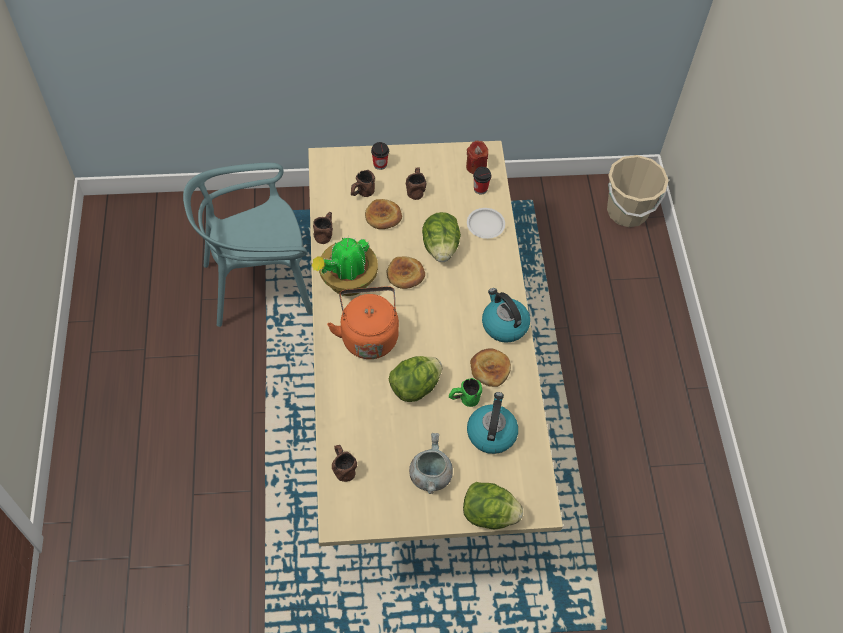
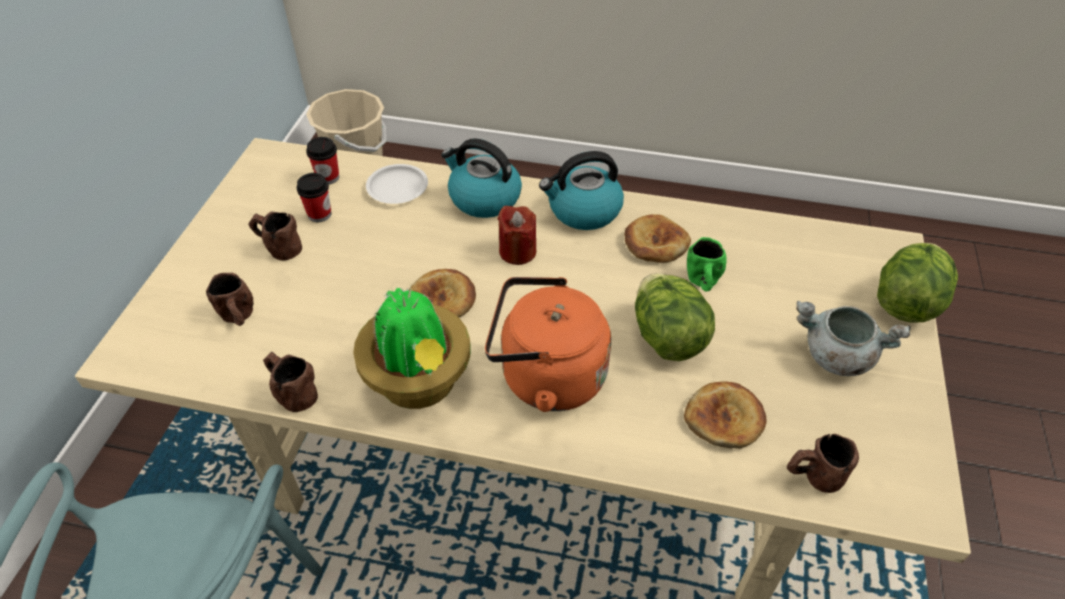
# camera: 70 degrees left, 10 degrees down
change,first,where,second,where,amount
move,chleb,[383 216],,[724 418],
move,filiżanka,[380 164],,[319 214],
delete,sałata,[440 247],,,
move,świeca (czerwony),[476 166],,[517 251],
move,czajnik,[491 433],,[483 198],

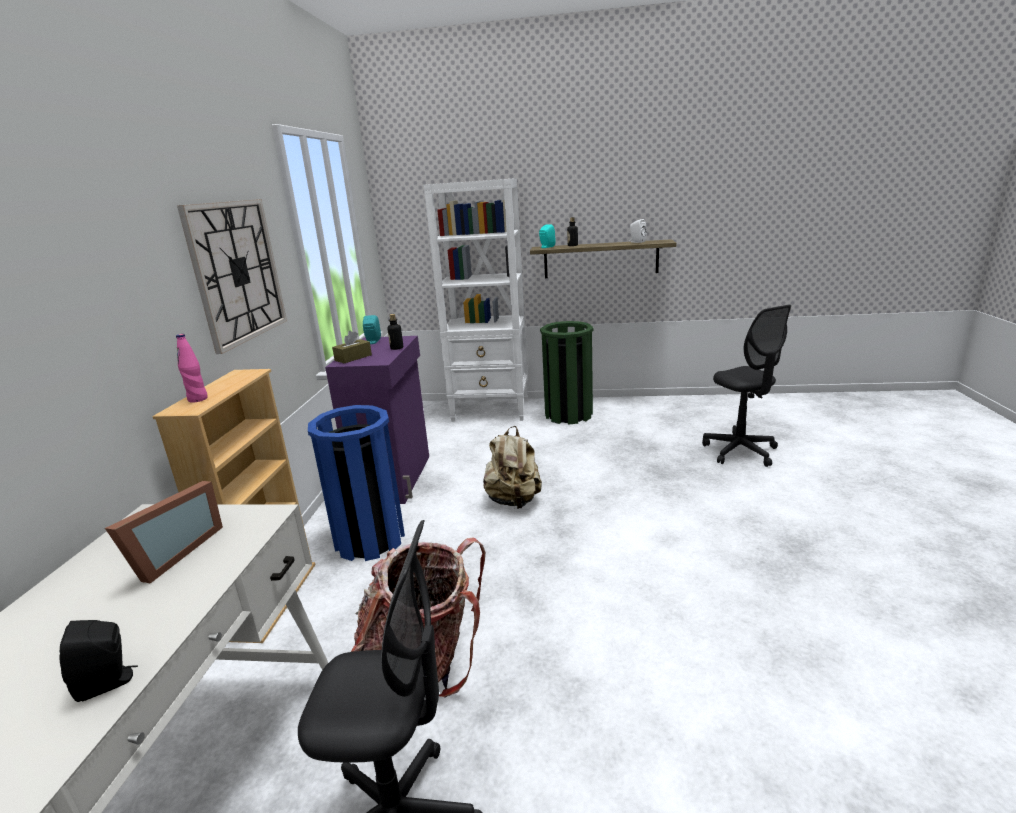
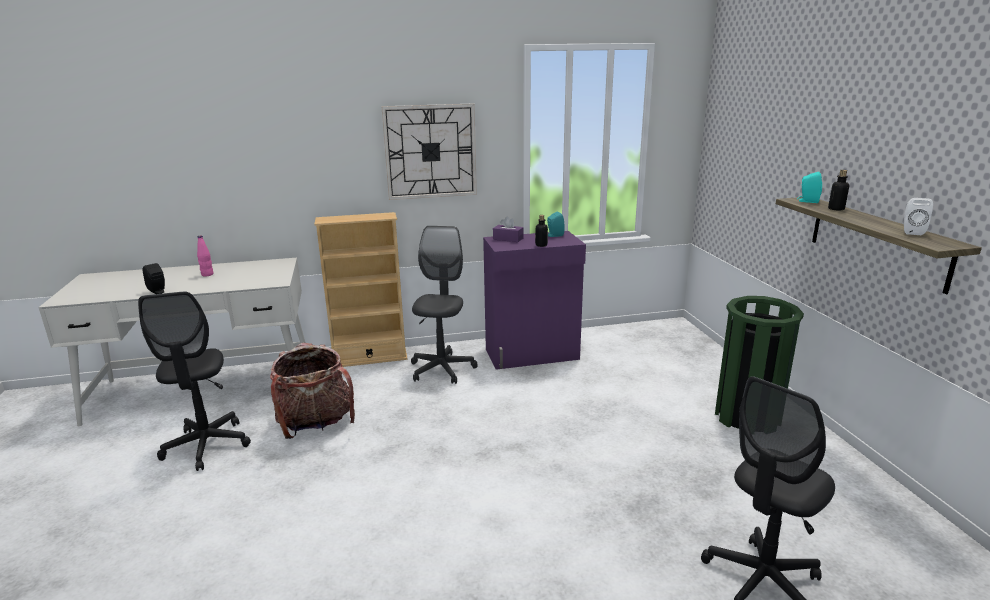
# camera: 70 degrees right, 0 degrees up
change,first,where,second,where,amount
delete,ramka na zdjęcie,[172 554],,,
move,butelka (różowy),[198 399],,[207 274],
replace,kosz na śmieci (niebieski),[370 539],krzesło biurowe (szary),[442 369],
recolor,pudełko chusteczek (brązowy),[353 358],pudełko chusteczek (fioletowy),[508 239],
delete,regał (biały),[491 410],,,
delete,plecak (beżowy),[514 501],,,

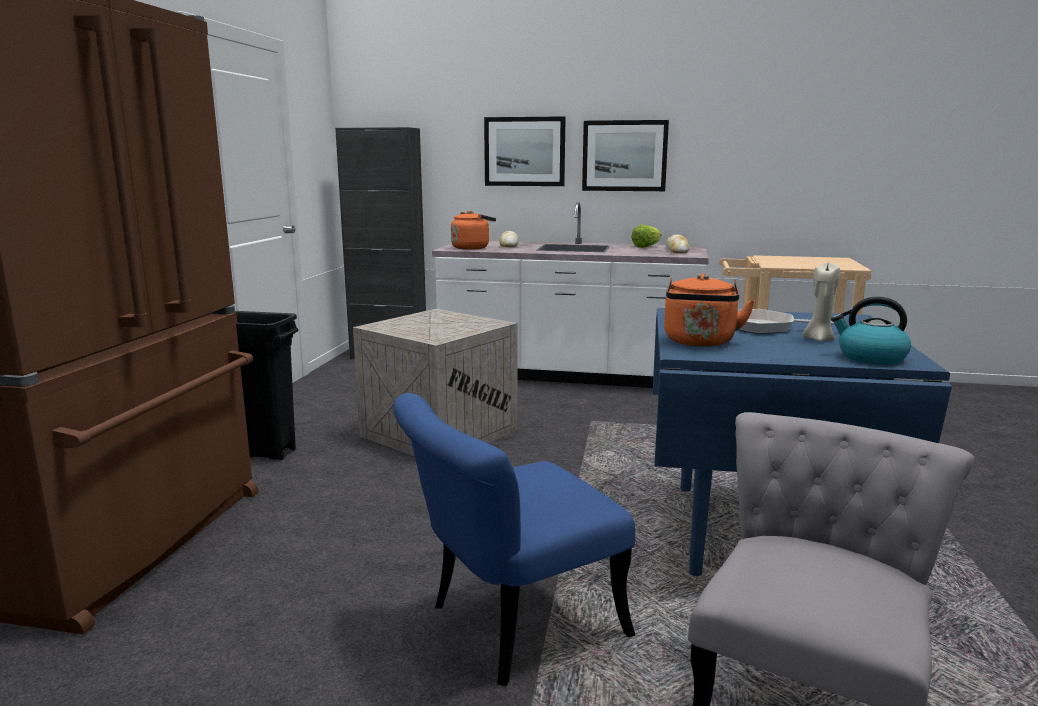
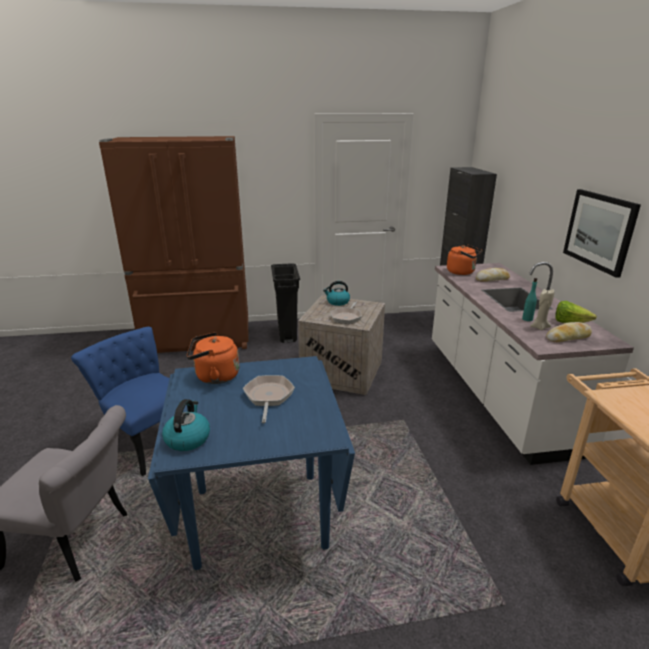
# camera: 70 degrees right, 10 degrees up
change,first,where,second,where,amount
delete,obraz,[524 151],,,
move,świeca (beżowy),[818 339],,[539 327],
insert,,,czajnik,[337 302],
insert,,,patelnia,[346 317],
insert,,,butelka (turkusowy),[527 319],

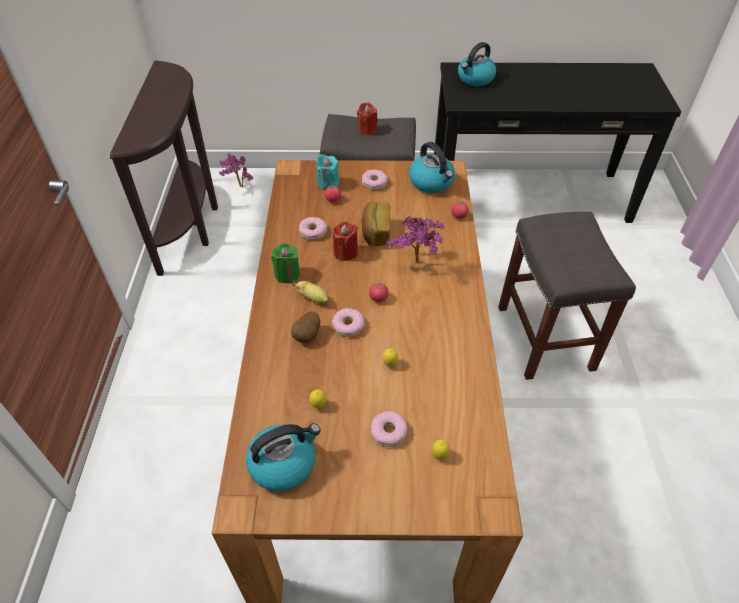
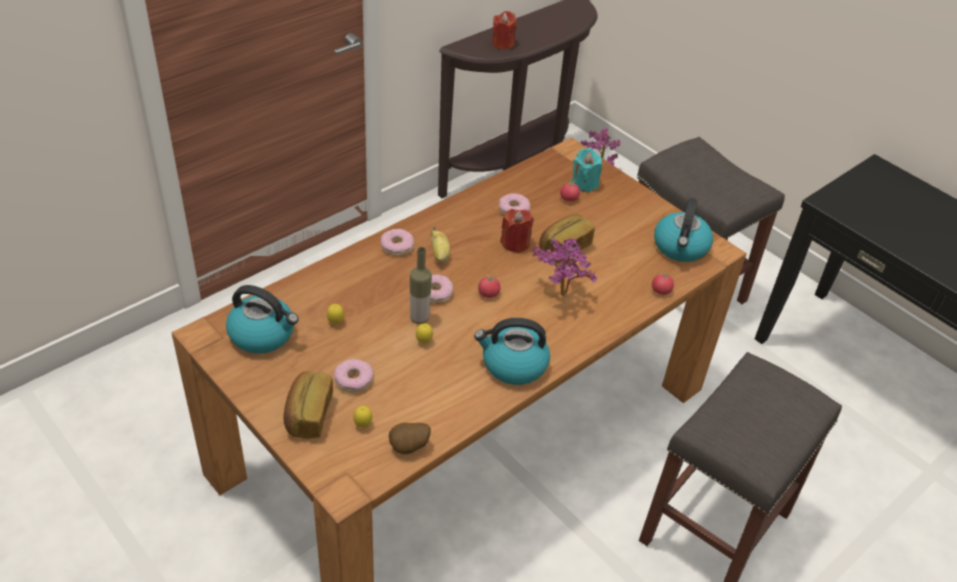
# camera: 45 degrees right, 5 degrees down
change,first,where,second,where,amount
delete,świeca (zielony),[287 274],,,
move,ziemniak,[308 336],,[409 448],
move,świeca (czerwony),[367 129],,[503 43],
move,donut,[374 183],,[397 246],
move,czajnik,[475 79],,[513 365],
insert,,,chleb,[308 415],
insert,,,butelka,[419 318],

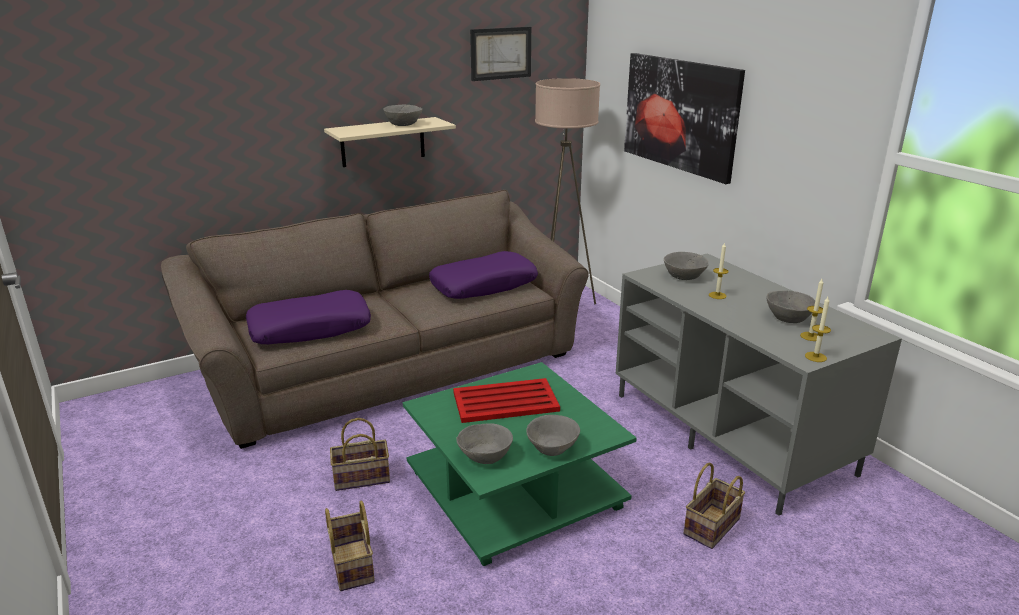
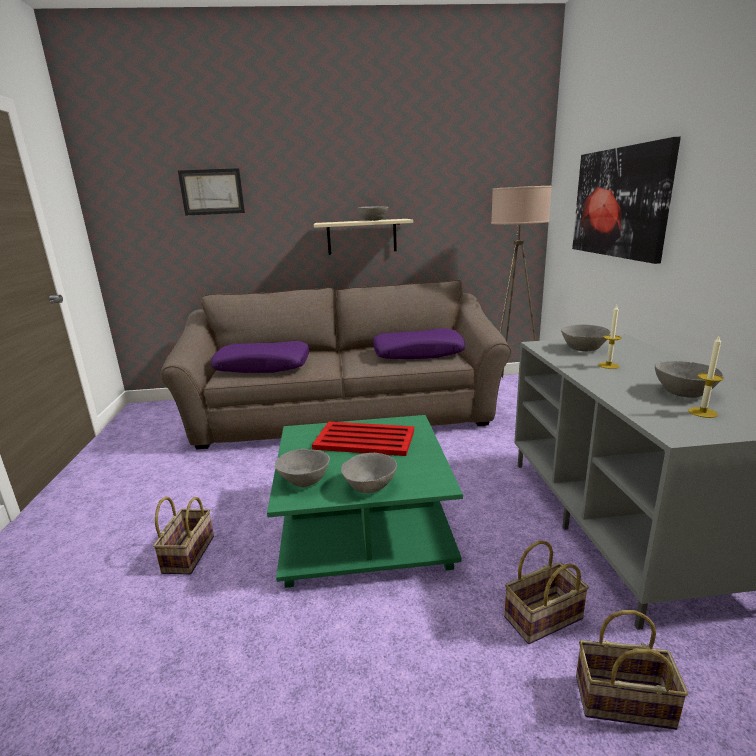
# camera: 25 degrees right, 5 degrees down
change,first,where,second,where,amount
move,koszyk,[360 479],,[621 703],
move,obraz,[500 53],,[212 192],
delete,świeca,[815 357],,,

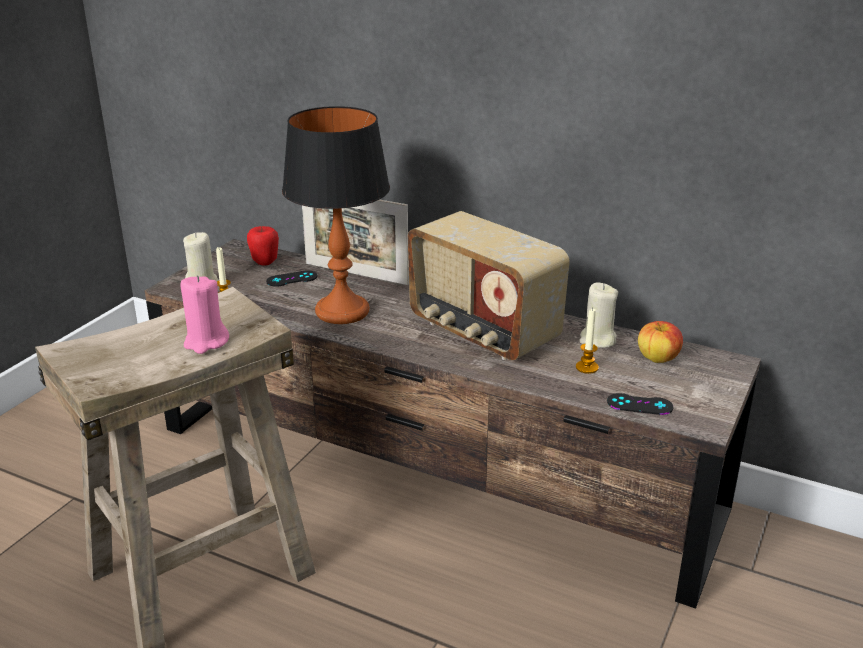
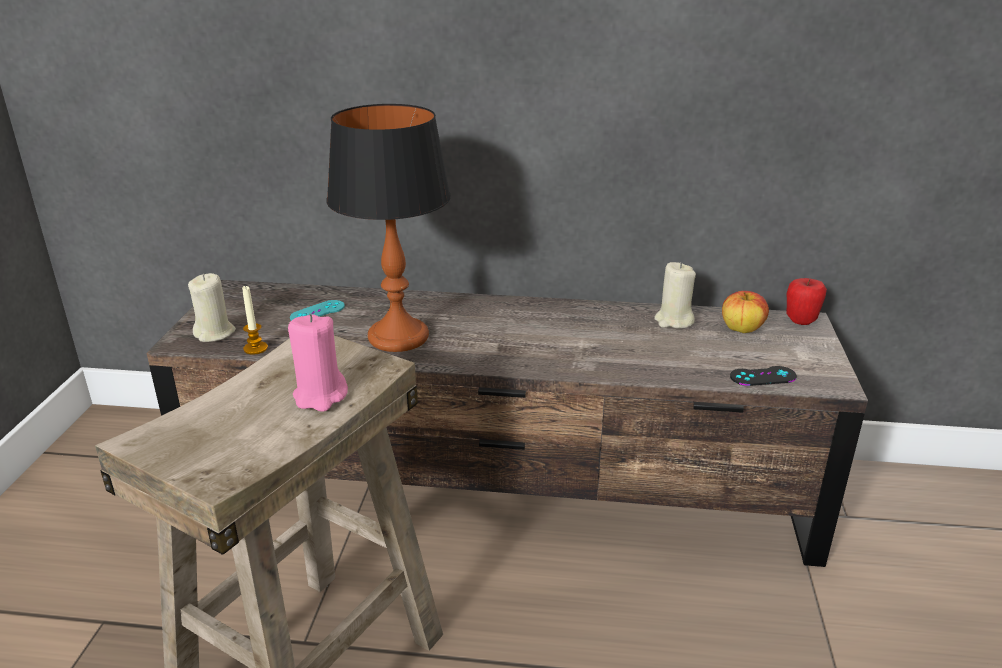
# camera: 20 degrees left, 0 degrees up
change,first,where,second,where,amount
move,jabłko,[265 262],,[800 320],
recolor,pad do gier (czarny),[292 279],pad do gier (turkusowy),[317 312],
delete,ramka na zdjęcie,[356 274],,,
delete,radio,[482 332],,,
delete,świeca,[587 367],,,

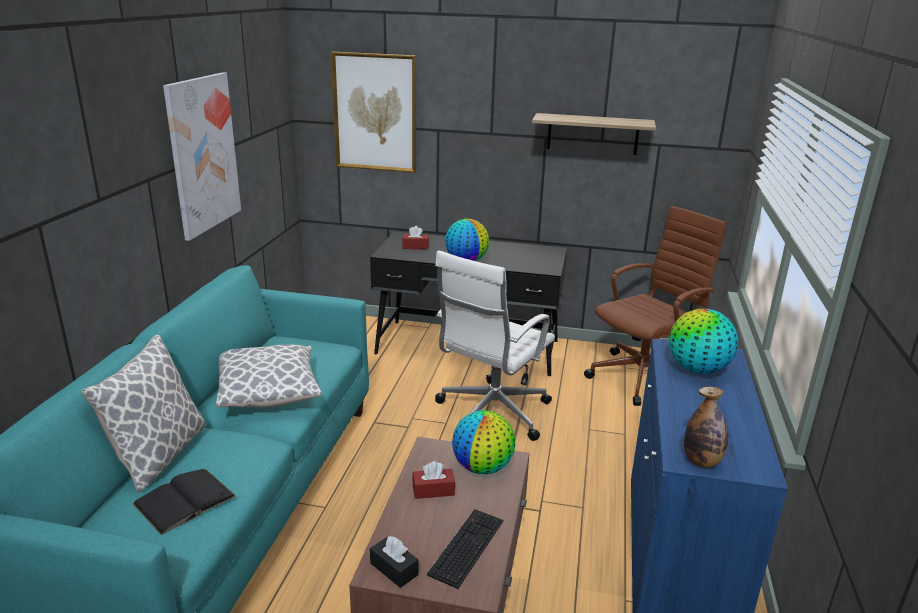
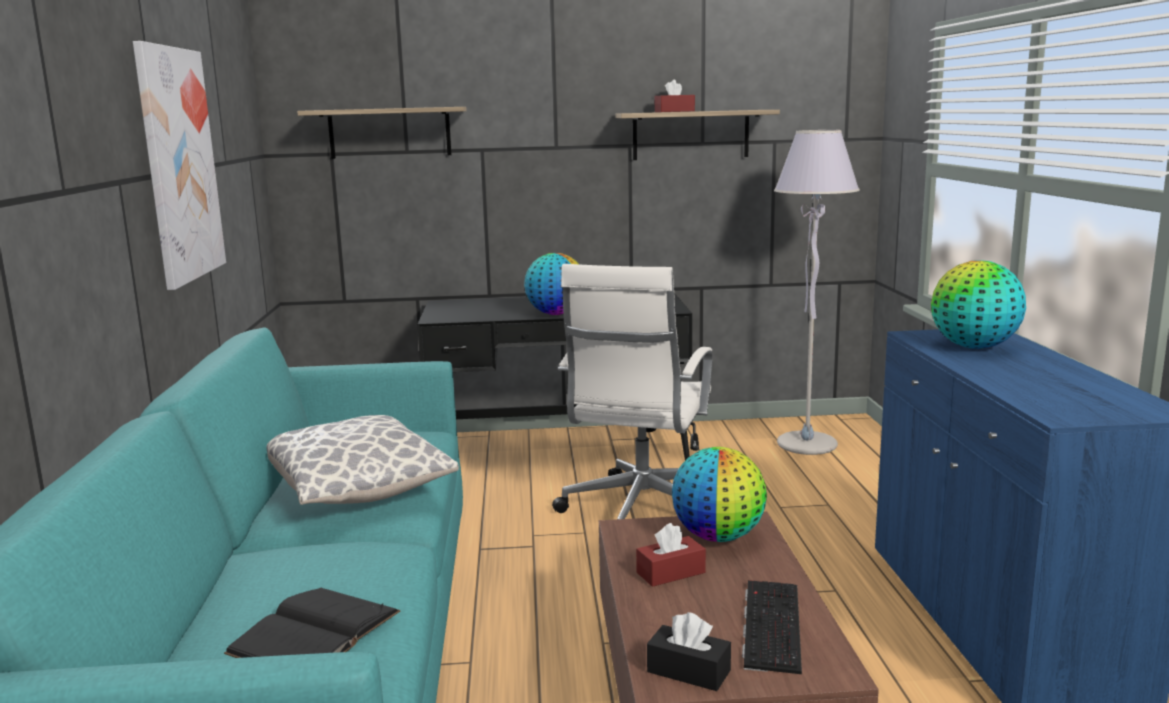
# camera: 15 degrees left, 10 degrees down
change,first,where,second,where,amount
delete,poduszka,[158 455],,,
replace,obraz,[375 112],półka,[390 133],
move,pudełko chusteczek (czerwony),[415 246],,[674 111],
replace,krzesło biurowe (brązowy),[644 377],lampa stojąca (szary),[807 445],
delete,butelka,[702 461],,,

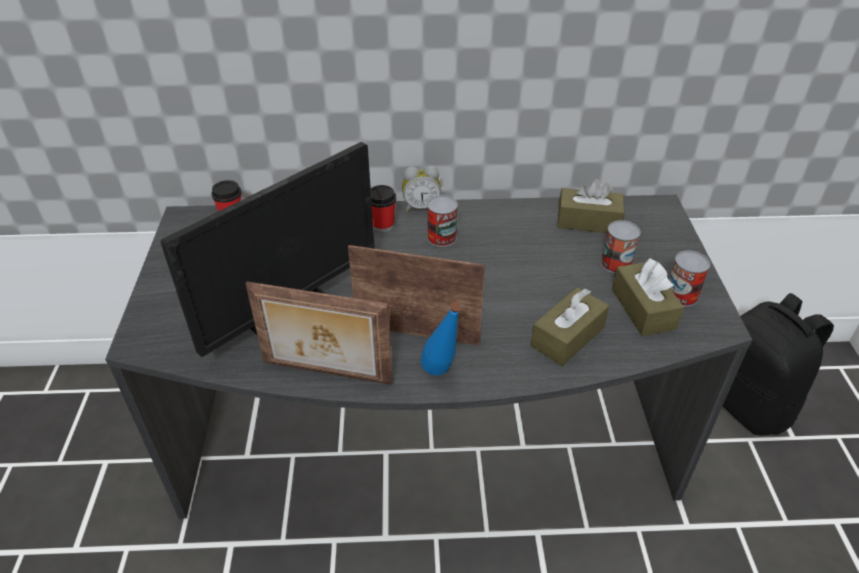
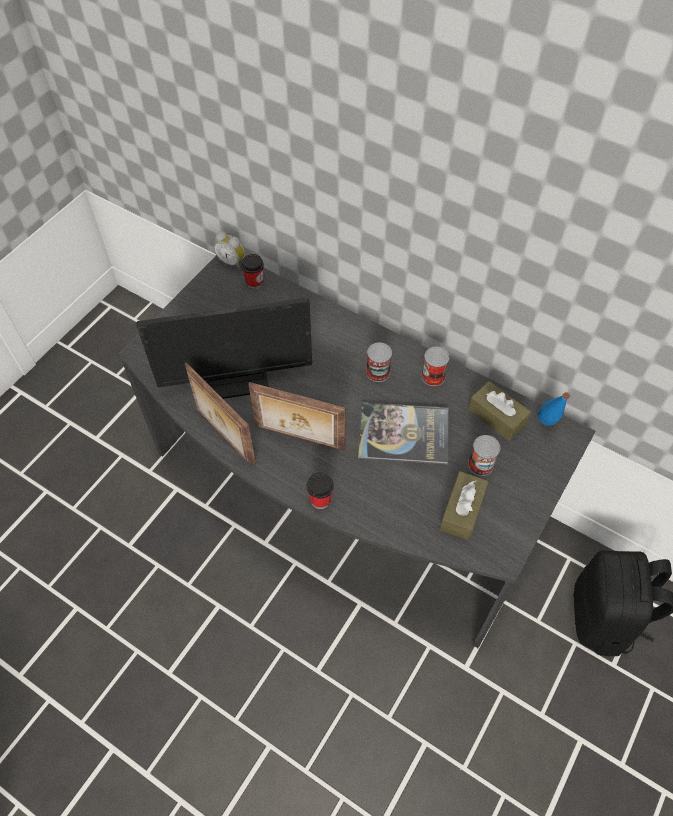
# camera: 35 degrees right, 15 degrees up
change,first,where,second,where,amount
rotate,ramka na zdjęcie,[417 332],,[299 439],150 degrees clockwise
move,filiżanka,[383 225],,[320 499],
move,budzik,[421 207],,[232 262],
move,butelka (niebieski),[442 377],,[546 427],
delete,pudełko chusteczek (brązowy),[567 337],,,
move,puszka,[681 295],,[433 376],
insert,,,książka,[403 434],

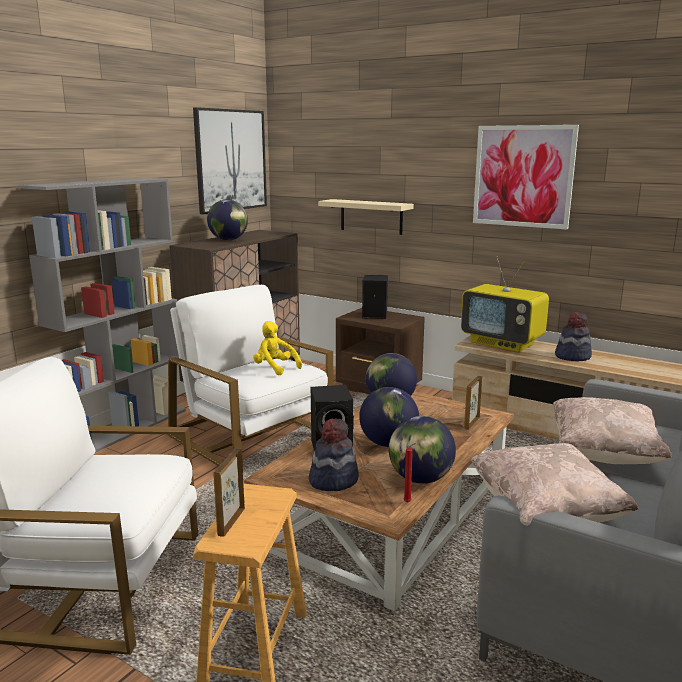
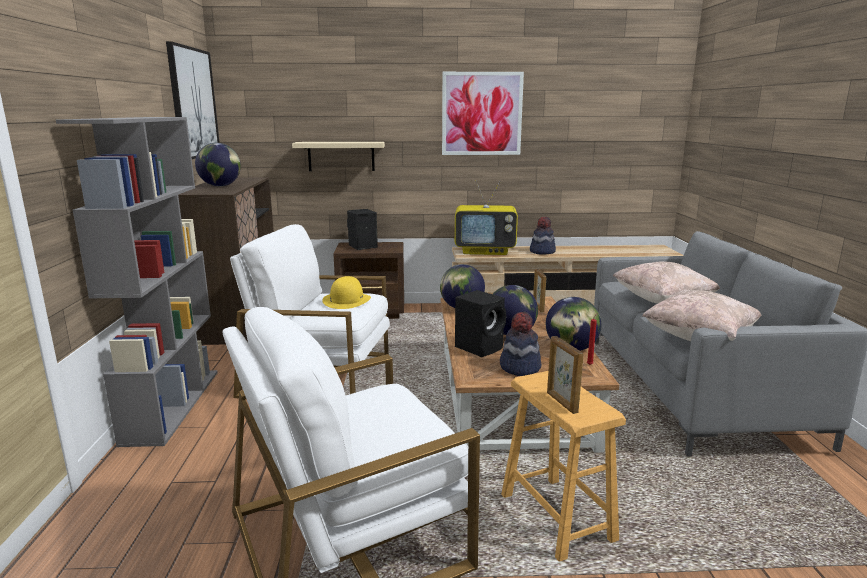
# camera: 35 degrees left, 0 degrees up
change,first,where,second,where,amount
replace,pluszak (żółty),[275 368],kapelusz (żółty),[346 300],

